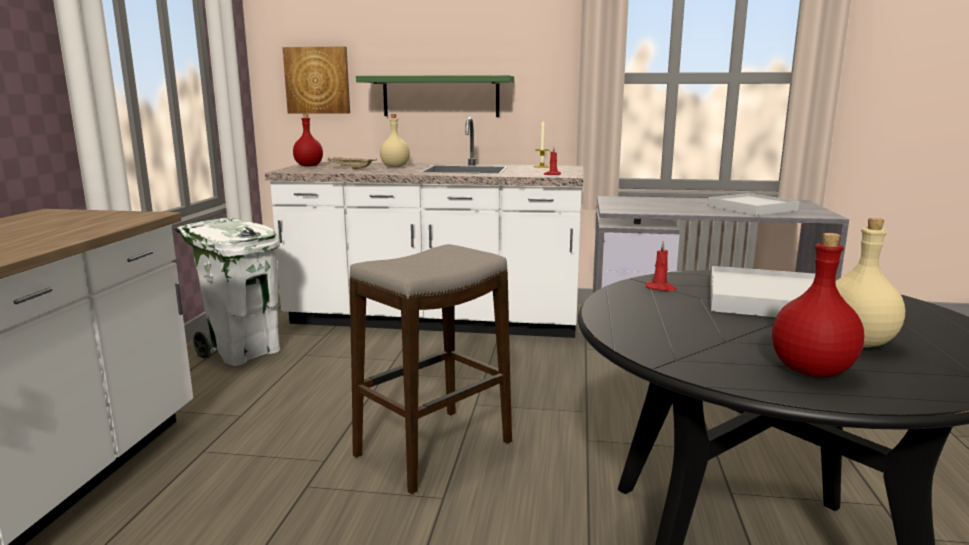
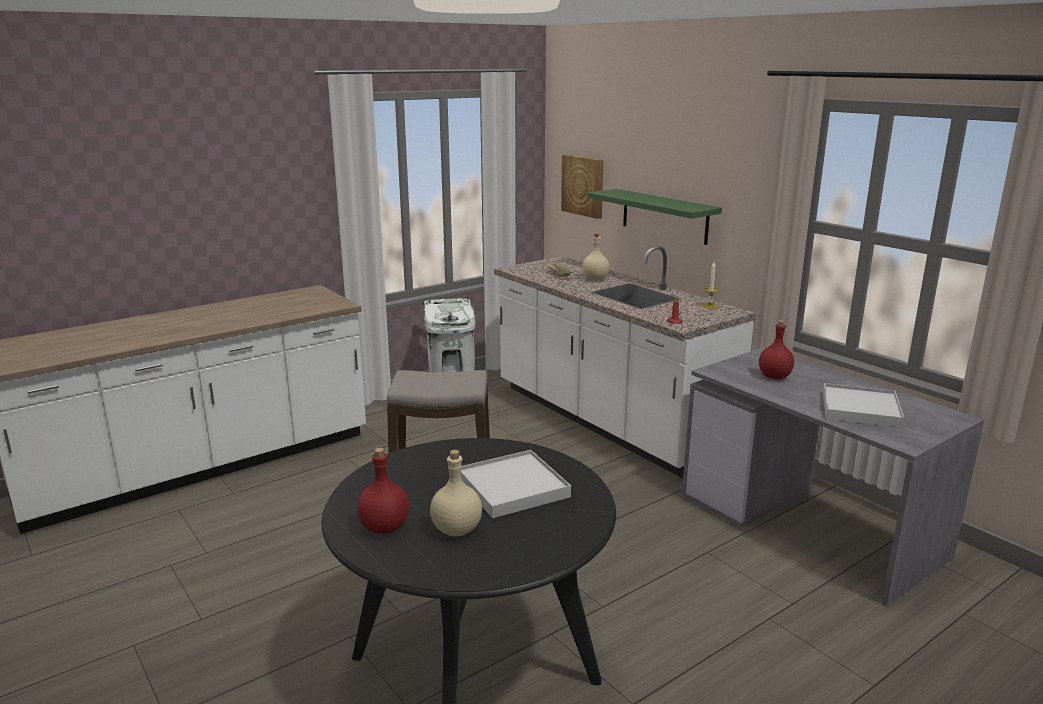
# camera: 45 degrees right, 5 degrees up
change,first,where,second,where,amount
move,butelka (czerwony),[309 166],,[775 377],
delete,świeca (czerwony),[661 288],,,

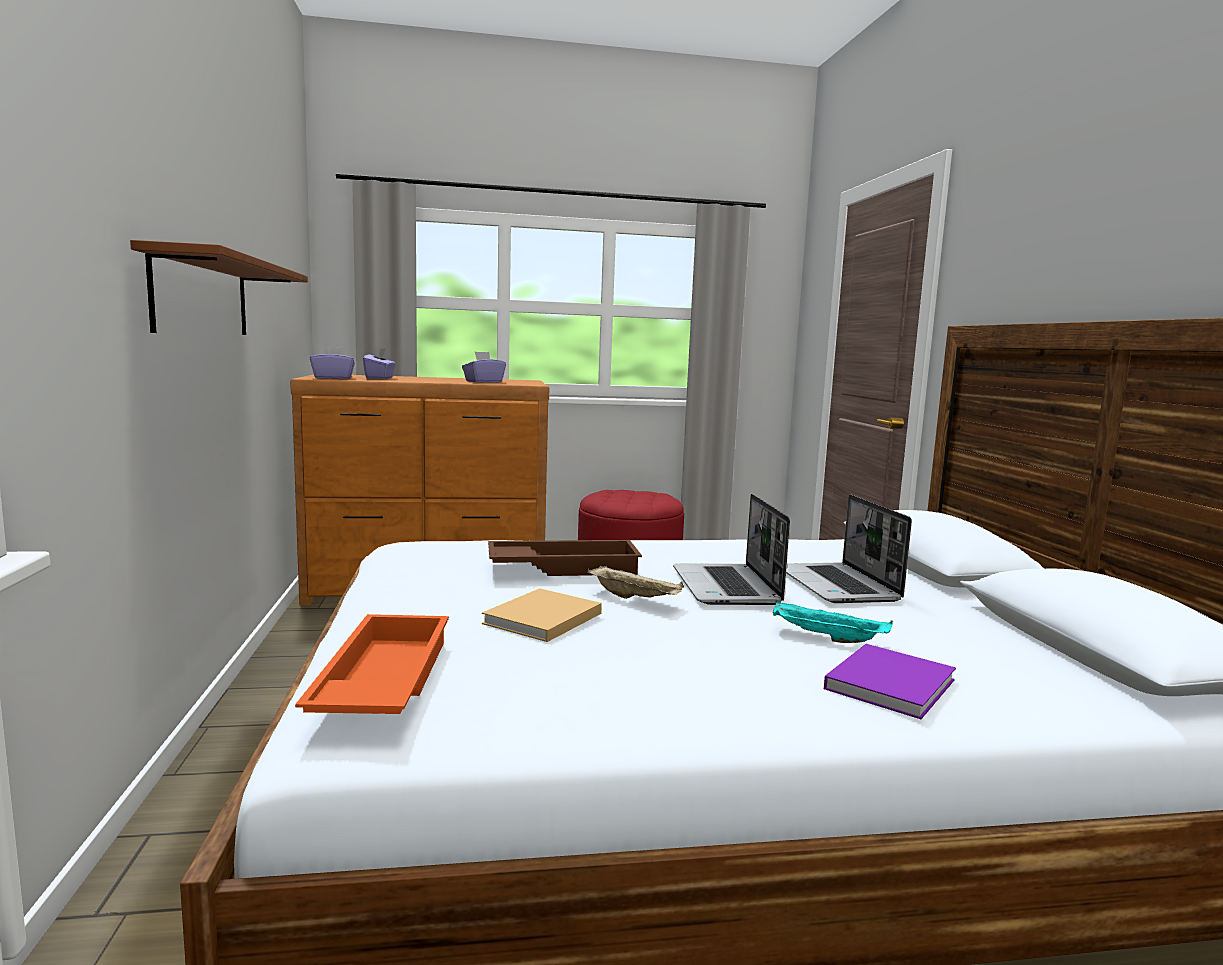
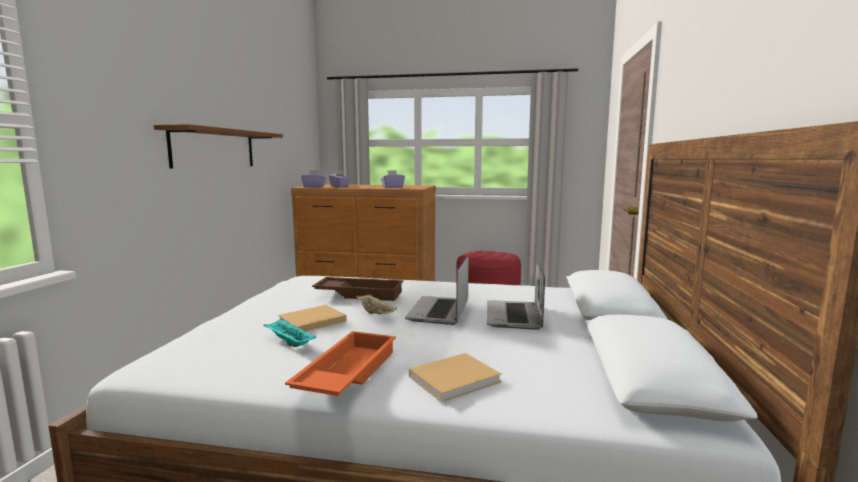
# camera: 20 degrees right, 0 degrees up
change,first,where,second,where,amount
move,taca (pomarańczowy),[380 681],,[346 372],
move,taca (turkusowy),[826 638],,[288 342],
recolor,książka (fioletowy),[891 683],książka (beżowy),[456 378],

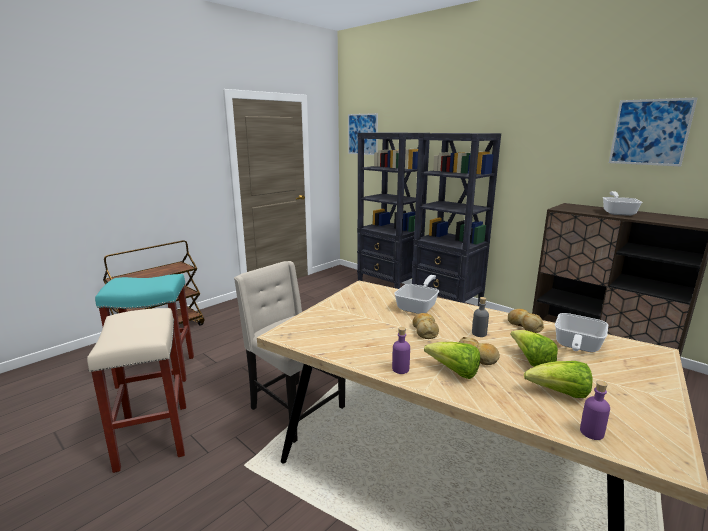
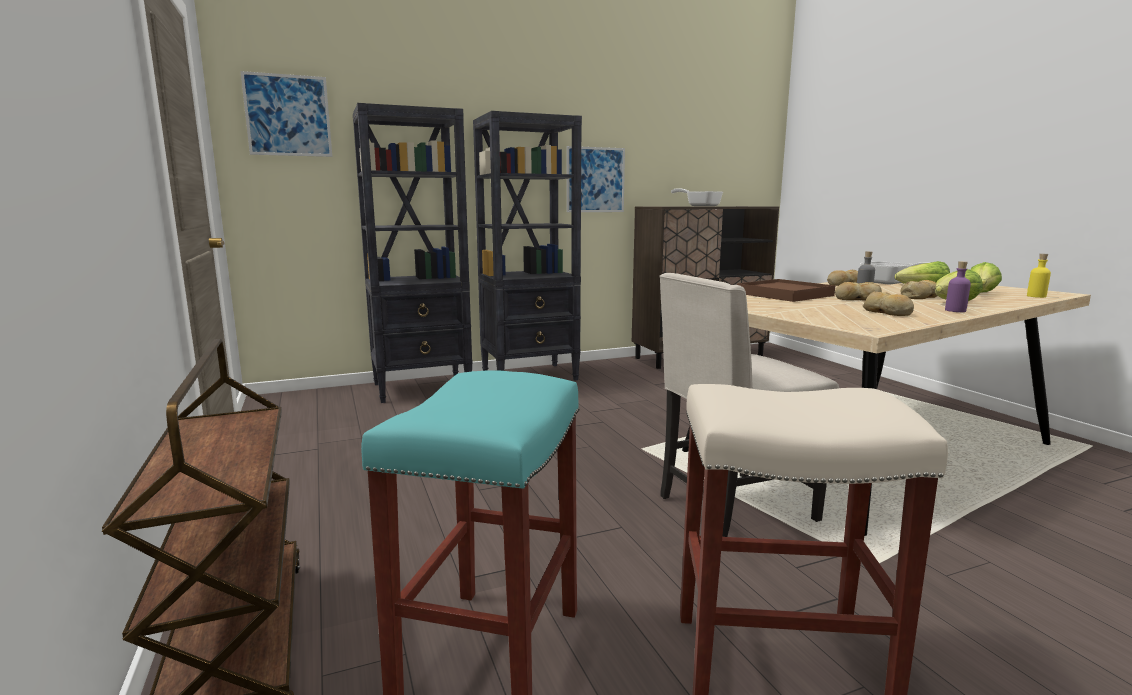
# camera: 65 degrees left, 5 degrees down
change,first,where,second,where,amount
replace,patelnia,[419 306],taca (brązowy),[784 294],
recolor,butelka (fioletowy),[591 432],butelka (żółty),[1036 296],
move,obraz,[650 132],,[595 180],
insert,,,chleb,[887 312],

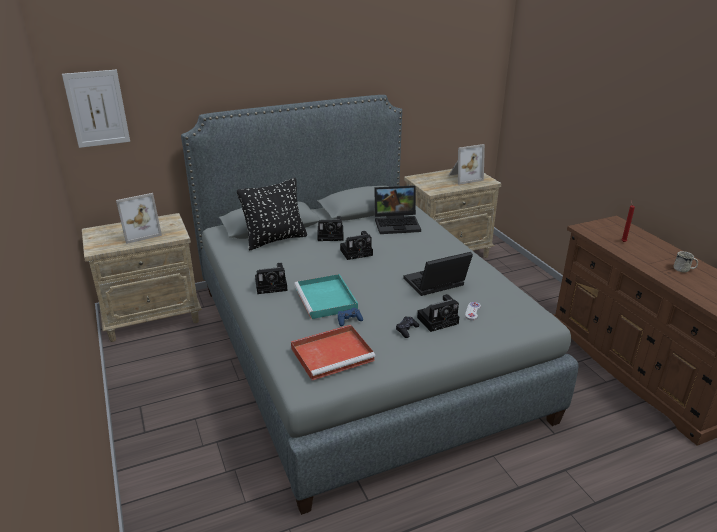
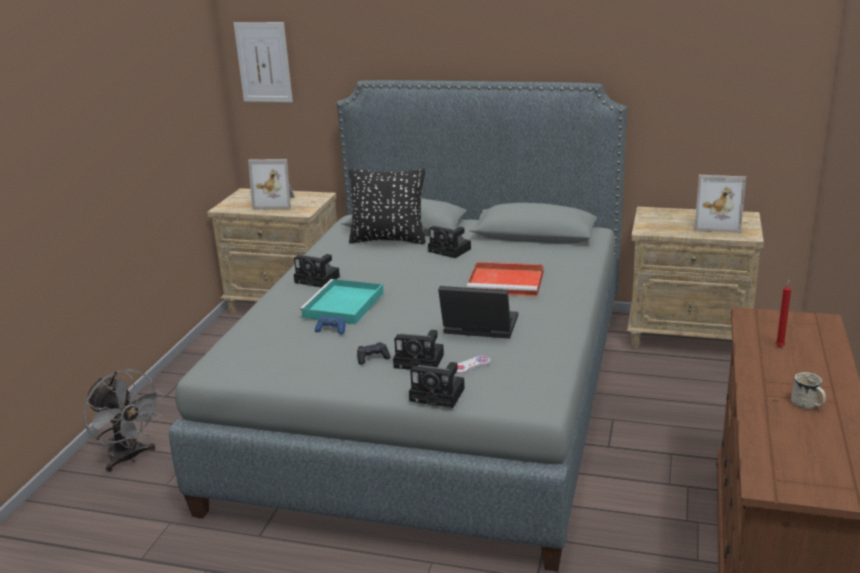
# camera: 40 degrees right, 5 degrees down
change,first,where,second,where,amount
move,taca (czerwony),[333 354],,[507 282],
move,aparat fotograficzny,[357 252],,[439 395],
delete,laptop,[398 223],,,
insert,,,wentylator (szary),[129 458],

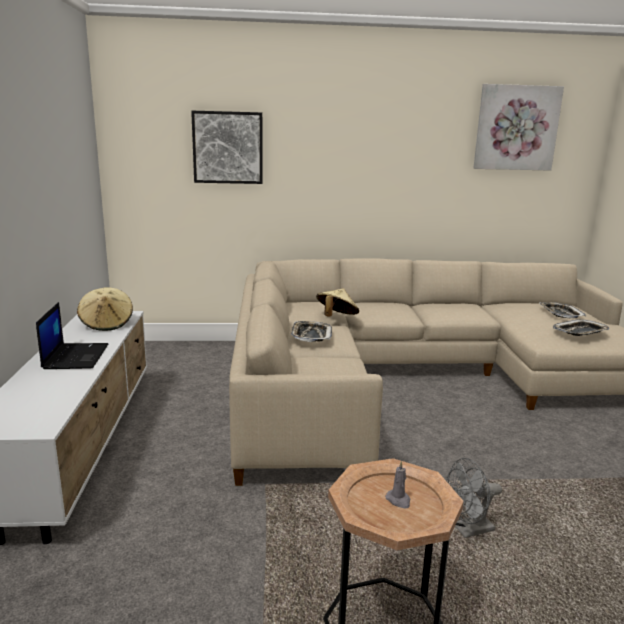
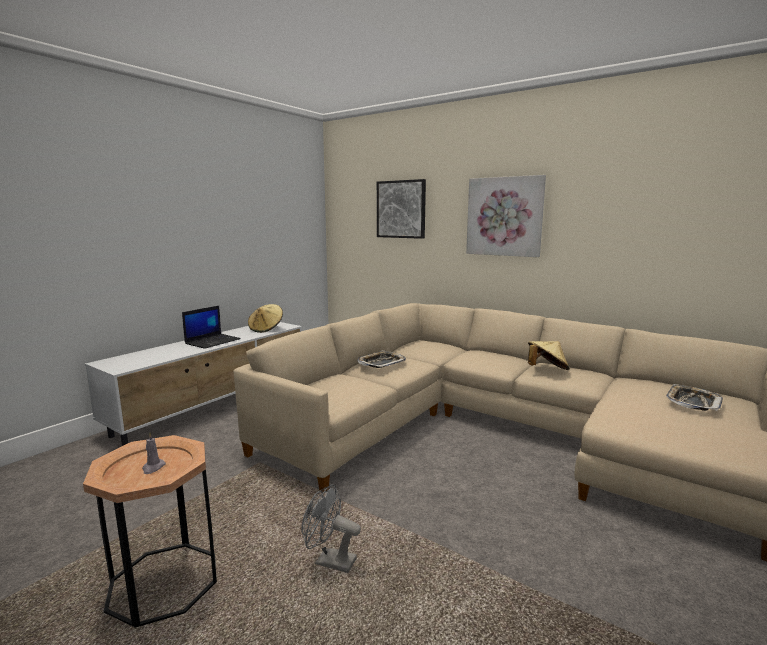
# camera: 40 degrees right, 5 degrees down
change,first,where,second,where,amount
move,kapelusz (beżowy),[336 318],,[546 369],
move,obraz,[516 128],,[504 216],
delete,taca,[580 332],,,

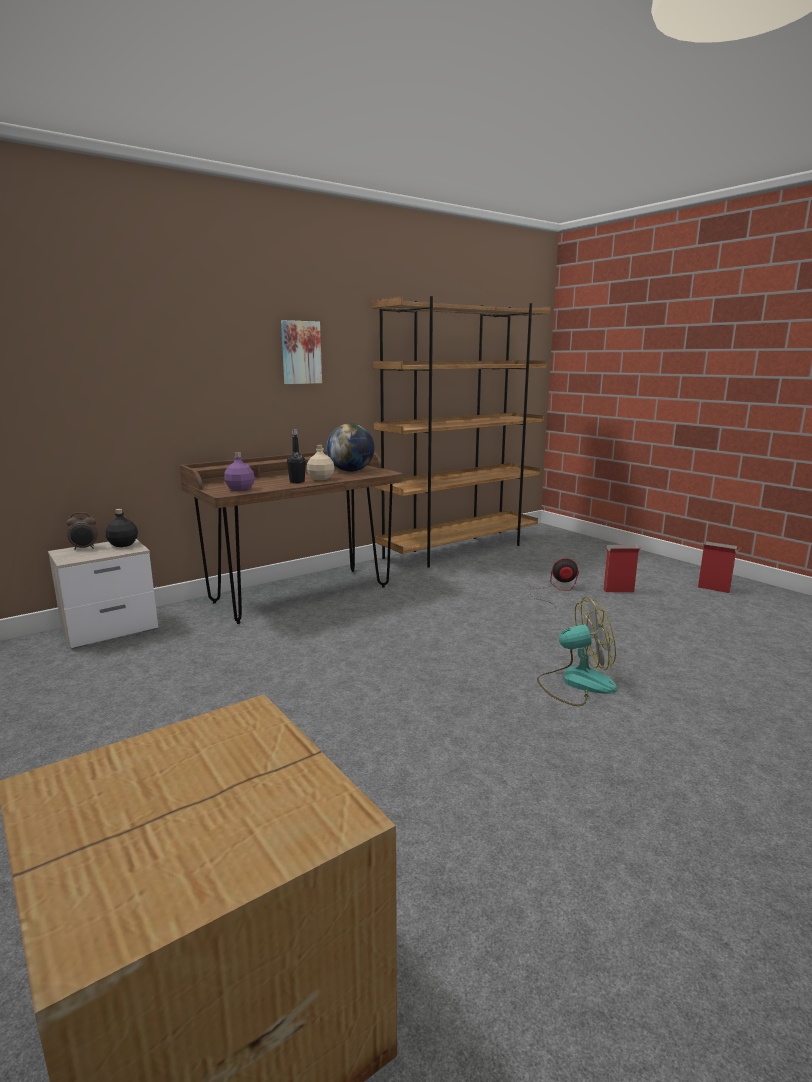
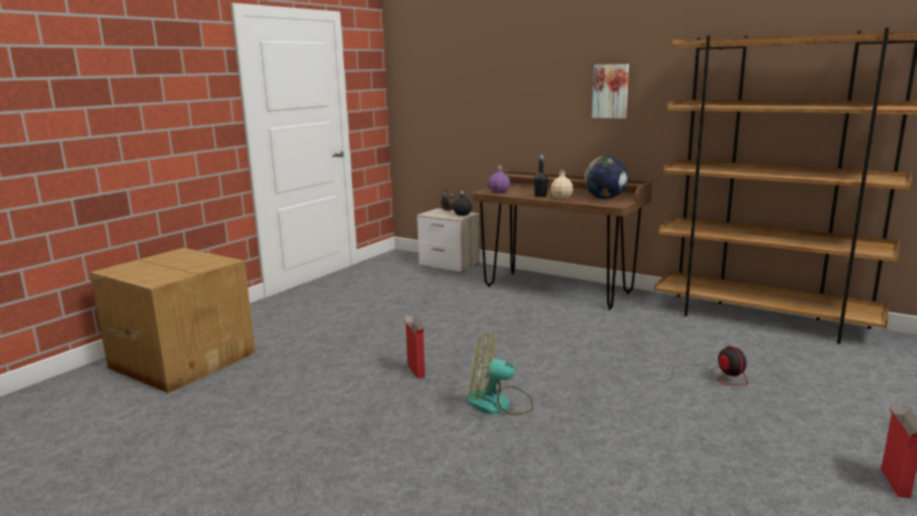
# camera: 70 degrees right, 0 degrees up
change,first,where,second,where,amount
rotate,wentylator,[576 683],,[499 404],120 degrees clockwise
move,karton,[618 590],,[415 370],

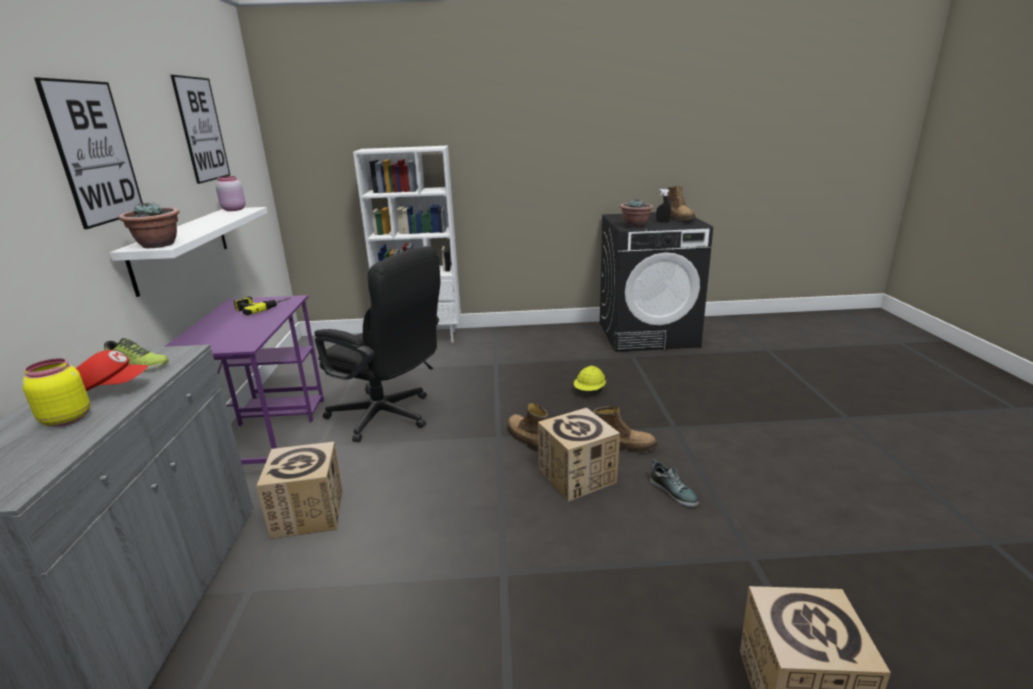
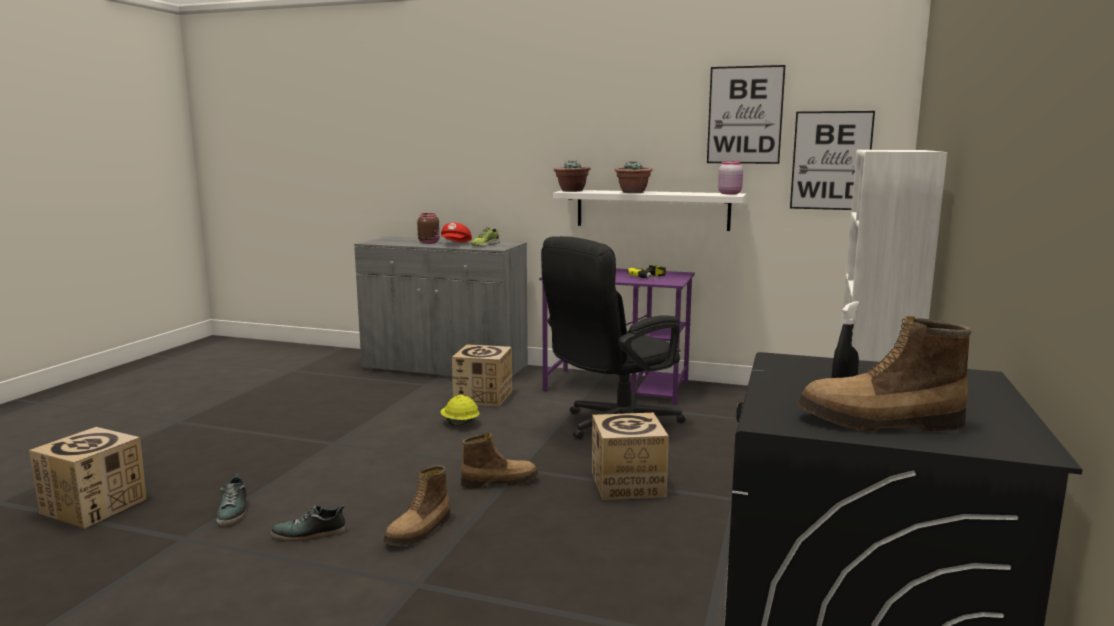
# camera: 110 degrees right, 10 degrees down
change,first,where,second,where,amount
recolor,słoik (żółty),[66 419],słoik (brązowy),[429 242],
move,obraz,[95 153],,[831 160],
move,karton,[577 476],,[627 484],
move,kask (żółty),[589 391],,[460 423],
move,roślina doniczkowa,[635 226],,[633 192],
insert,,,but,[233 511],

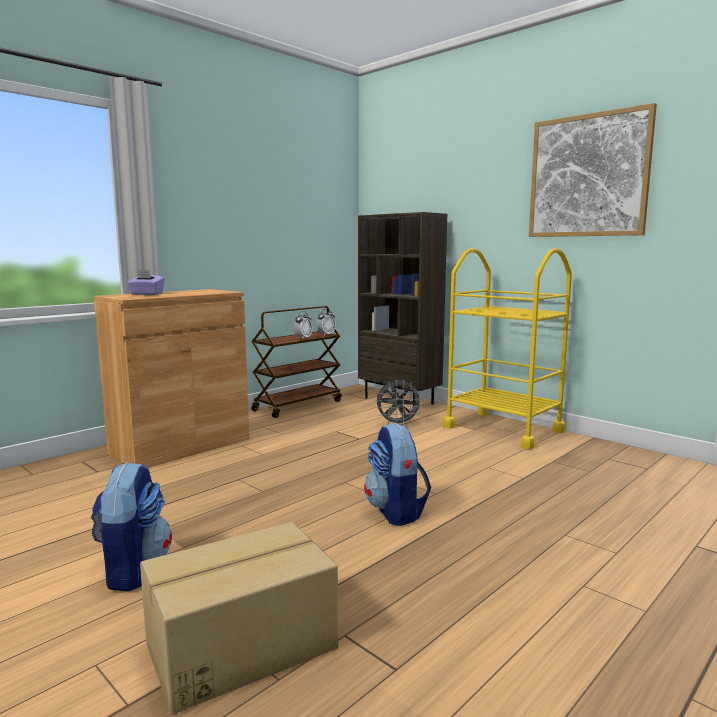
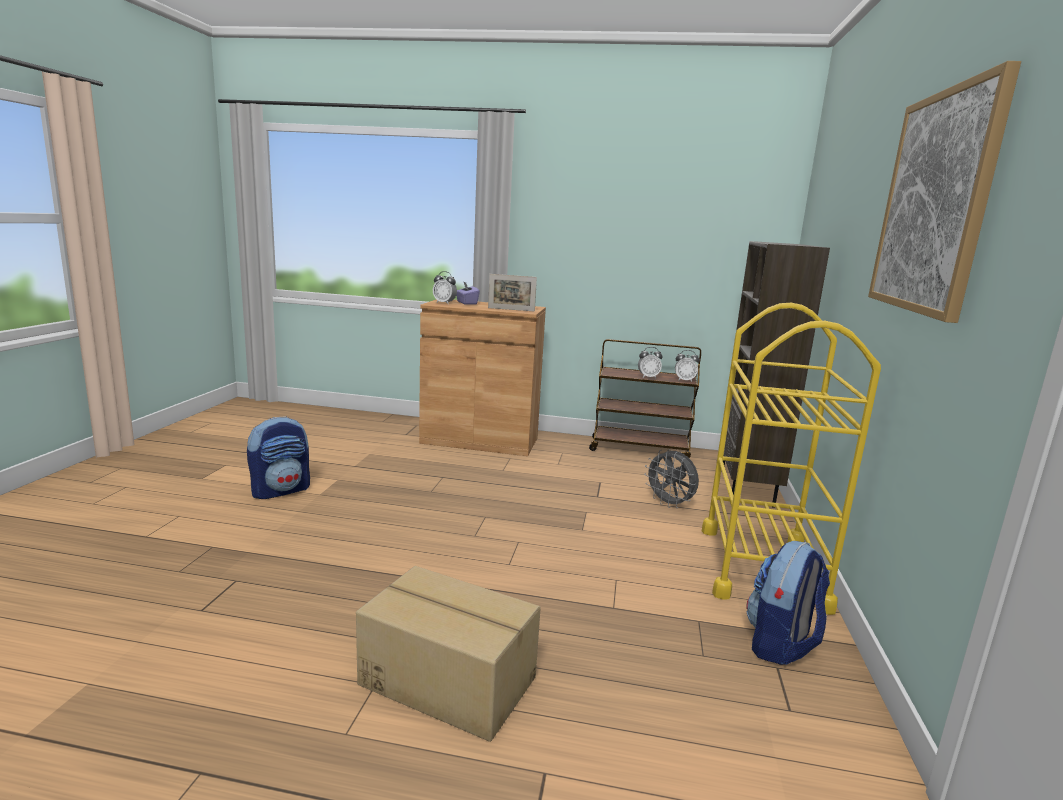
# camera: 55 degrees right, 5 degrees up
change,first,where,second,where,amount
move,karton,[240 645],,[448 679],
move,plecak,[396 512],,[780 645],
insert,,,budzik,[444 303],
insert,,,ramka na zdjęcie,[511 309],

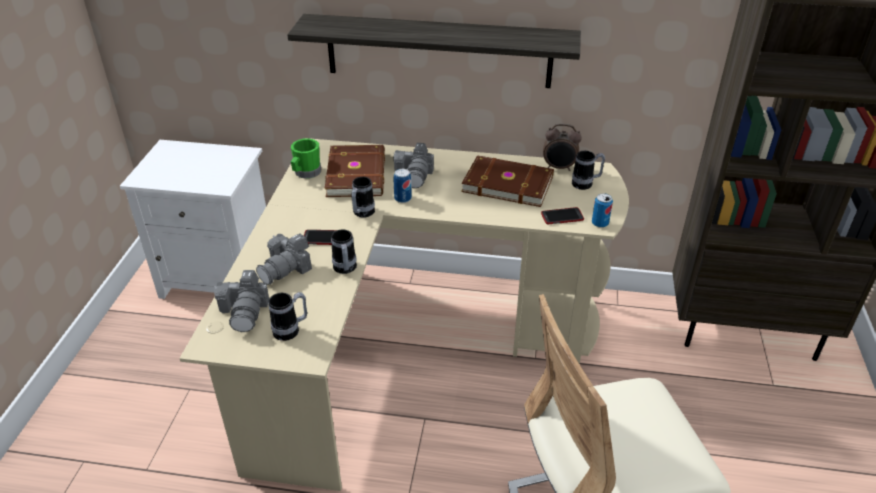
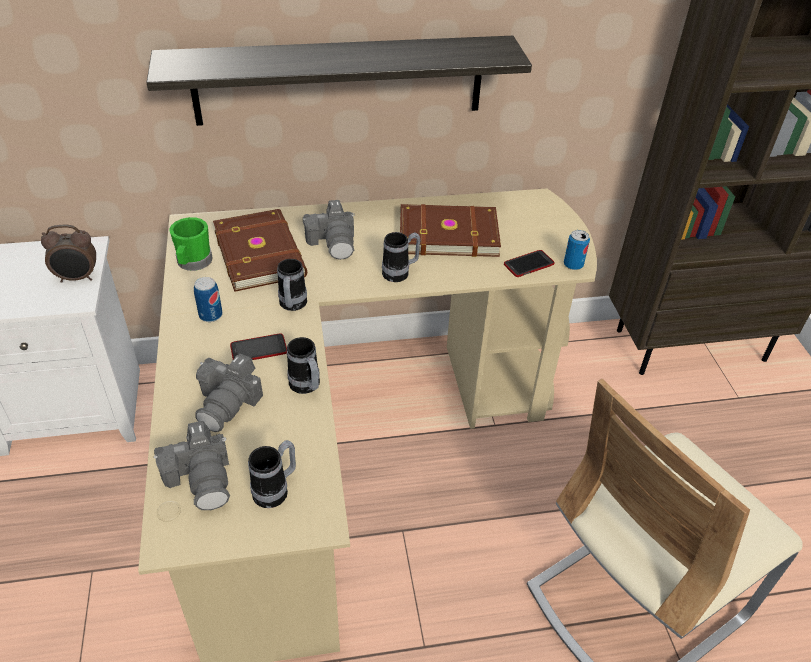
# camera: 20 degrees left, 5 degrees up
change,first,where,second,where,amount
move,puszka,[403 198],,[210 315],
move,budzik,[559 168],,[78 278],
move,kubek,[586 184],,[400 273],

